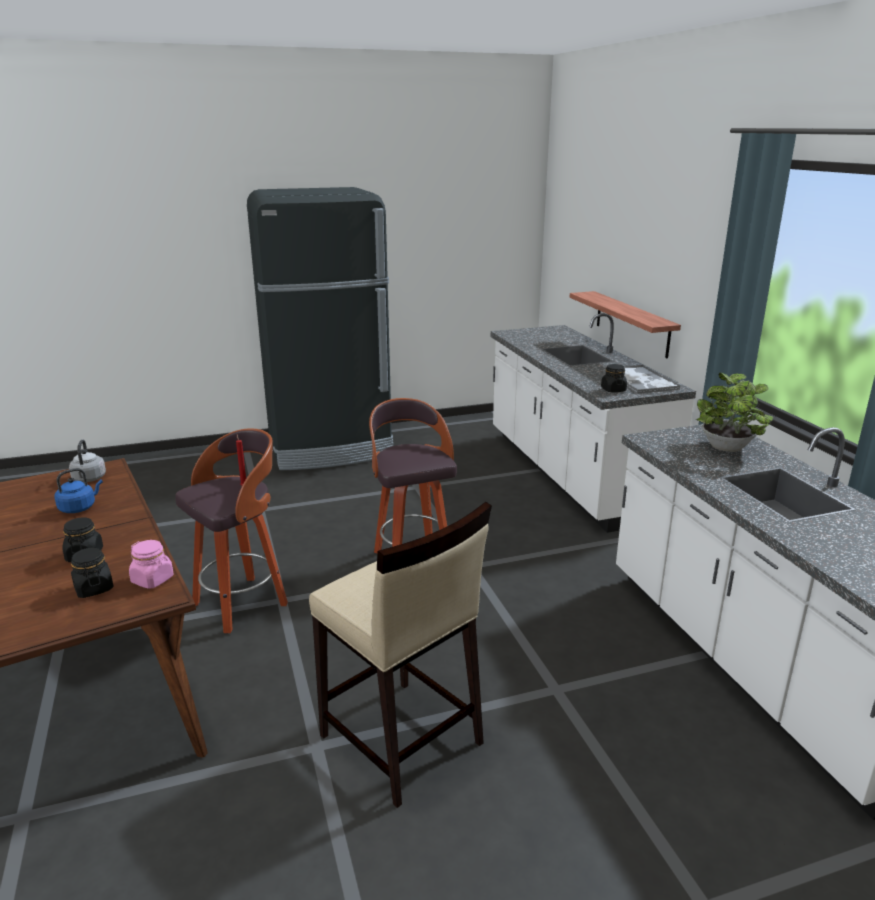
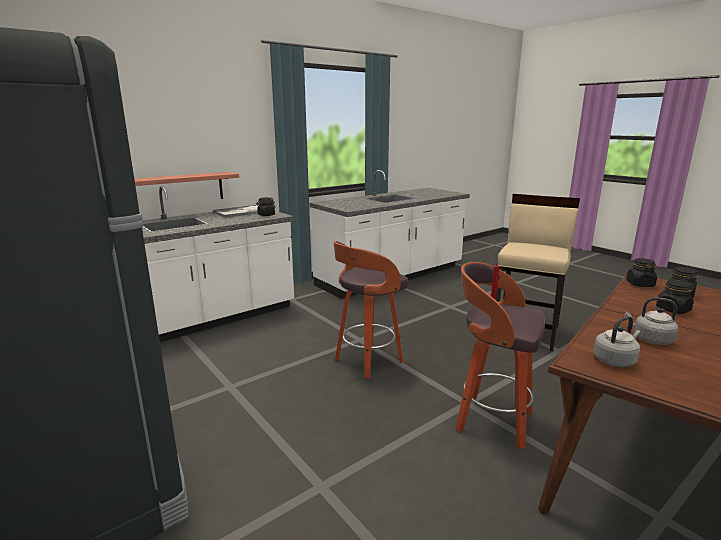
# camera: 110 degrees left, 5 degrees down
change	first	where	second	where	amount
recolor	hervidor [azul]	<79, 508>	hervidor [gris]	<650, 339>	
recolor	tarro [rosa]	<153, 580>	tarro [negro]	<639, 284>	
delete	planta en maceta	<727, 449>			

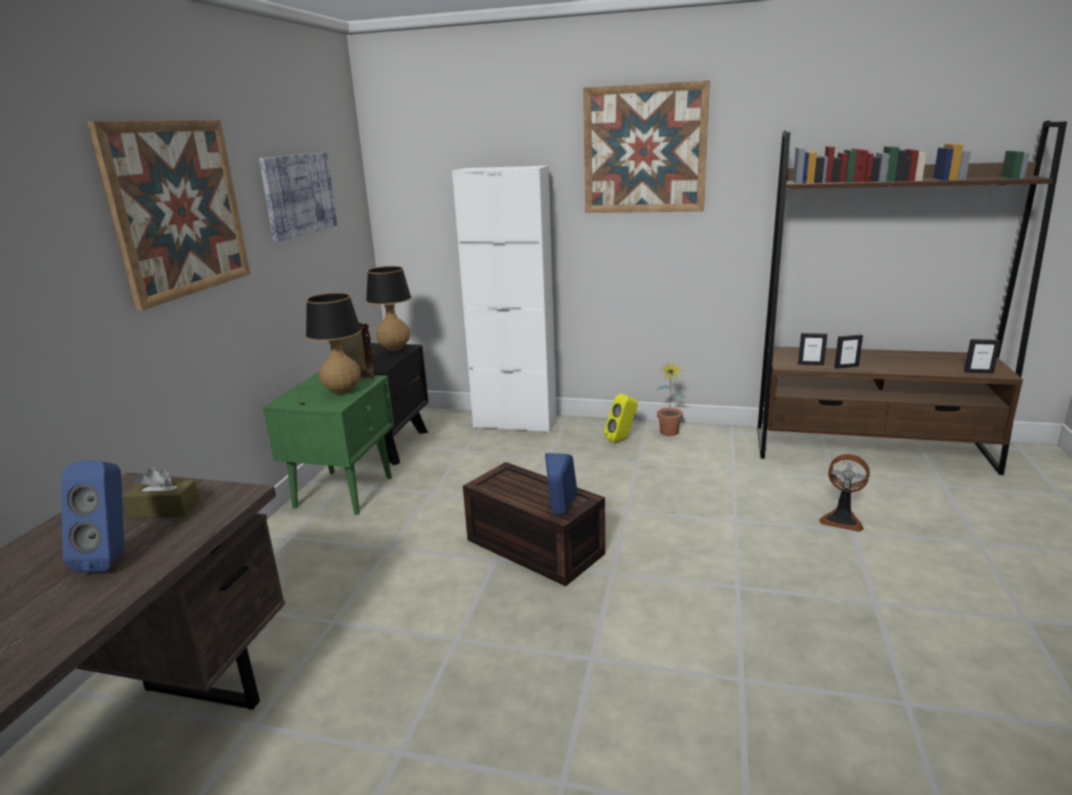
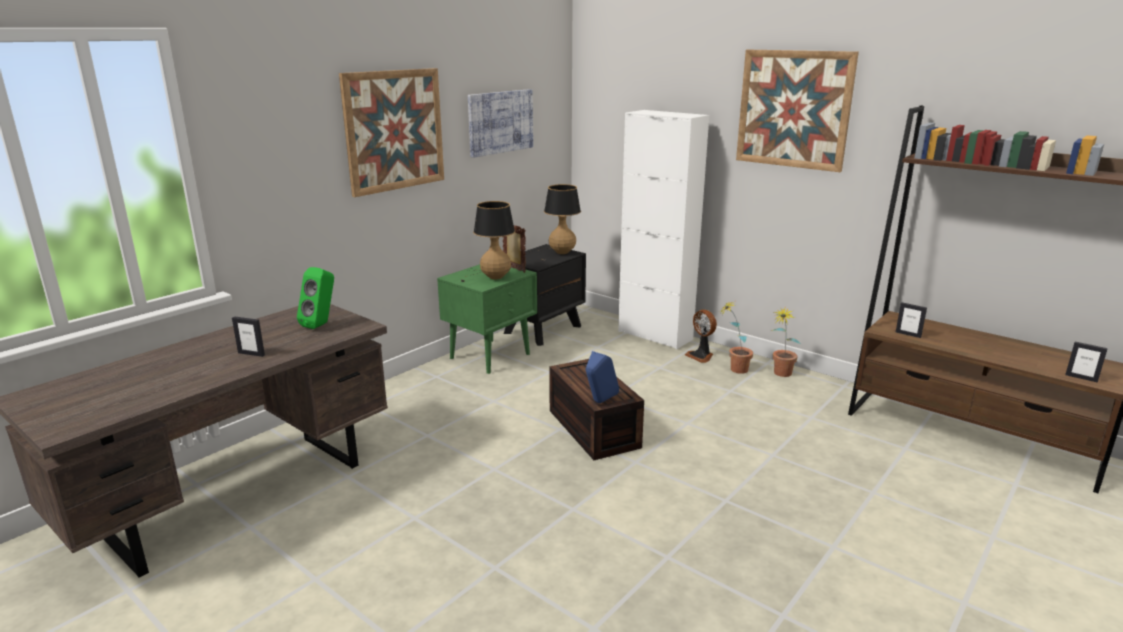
# camera: 25 degrees right, 0 degrees up
change	first	where	second	where	amount
move	portarretratos	<846, 367>		<251, 354>	
replace	caja de pañuelos [marrón]	<165, 509>	altavoz [verde]	<321, 324>	
move	ventilador	<842, 520>		<701, 356>	
replace	altavoz [amarillo]	<622, 440>	planta en maceta	<733, 369>	
delete	altavoz [azul]	<112, 557>			

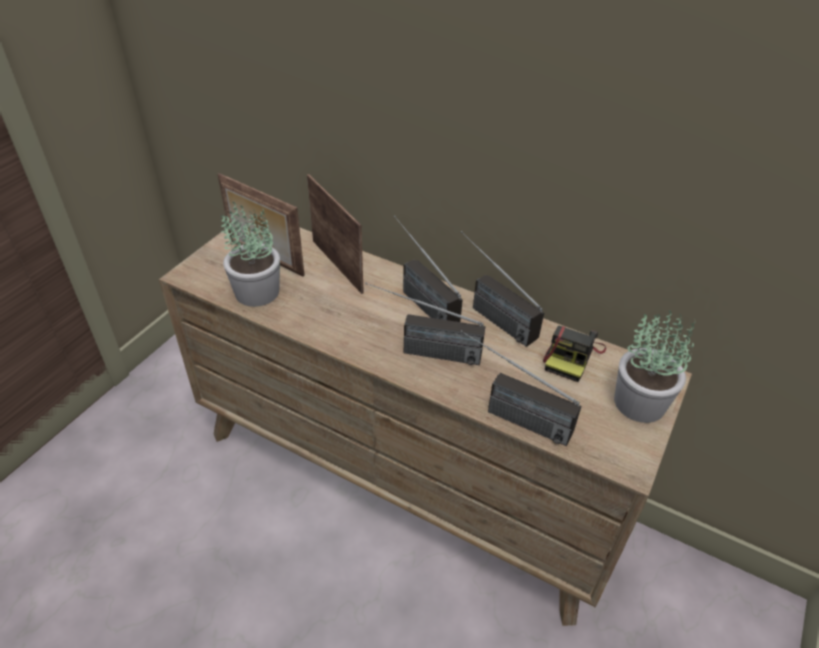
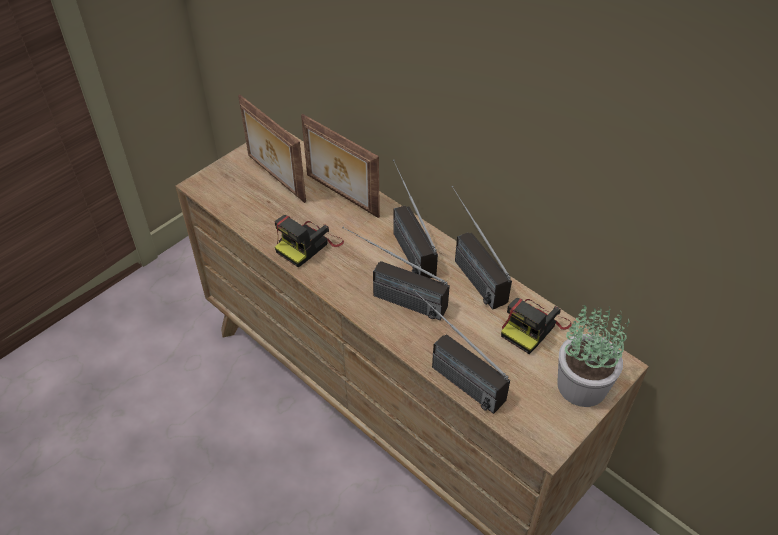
# camera: 15 degrees right, 5 degrees up
change	first	where	second	where	amount
insert			cámara	<308, 245>	
rotate	portarretratos	<338, 265>		<341, 196>	150 degrees clockwise
delete	planta en maceta	<256, 292>			

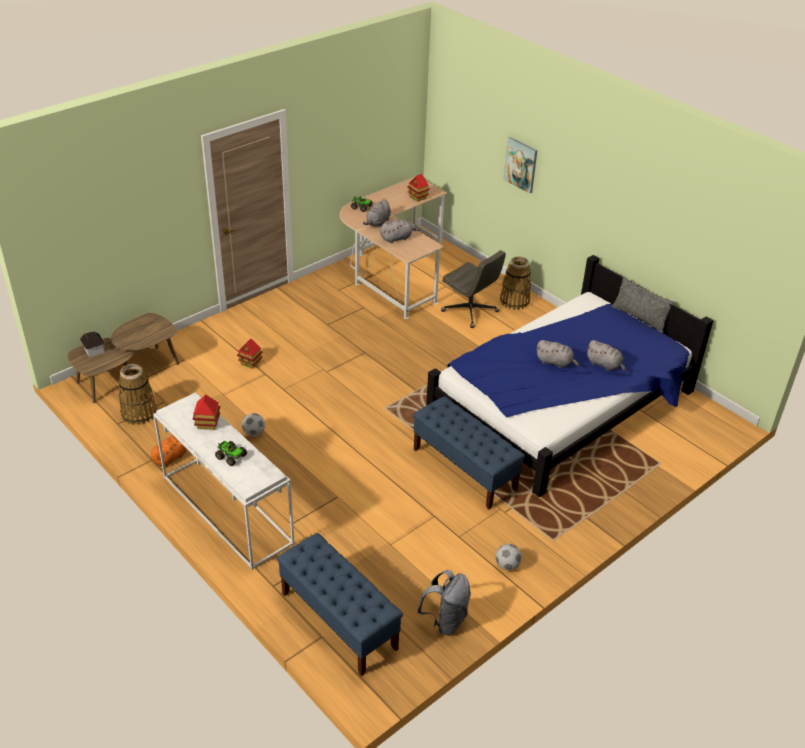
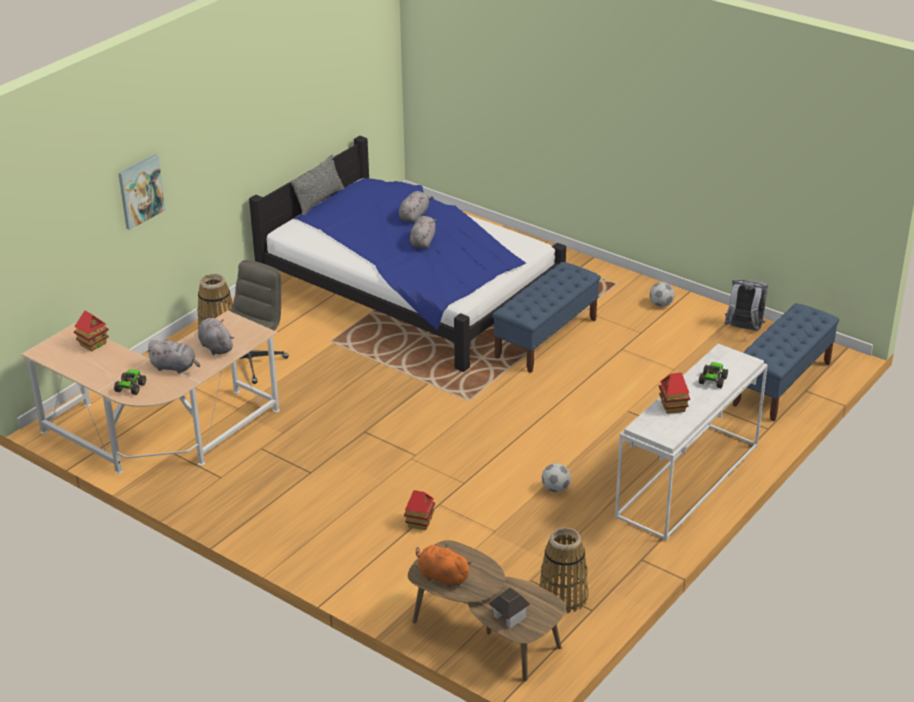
# camera: 100 degrees left, 5 degrees down
change	first	where	second	where	amount
move	peluche [naranja]	<171, 457>		<441, 576>	

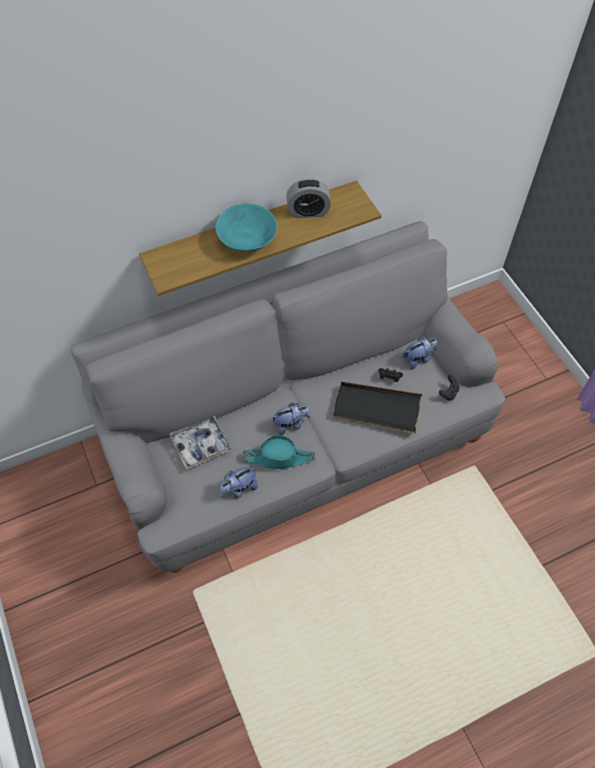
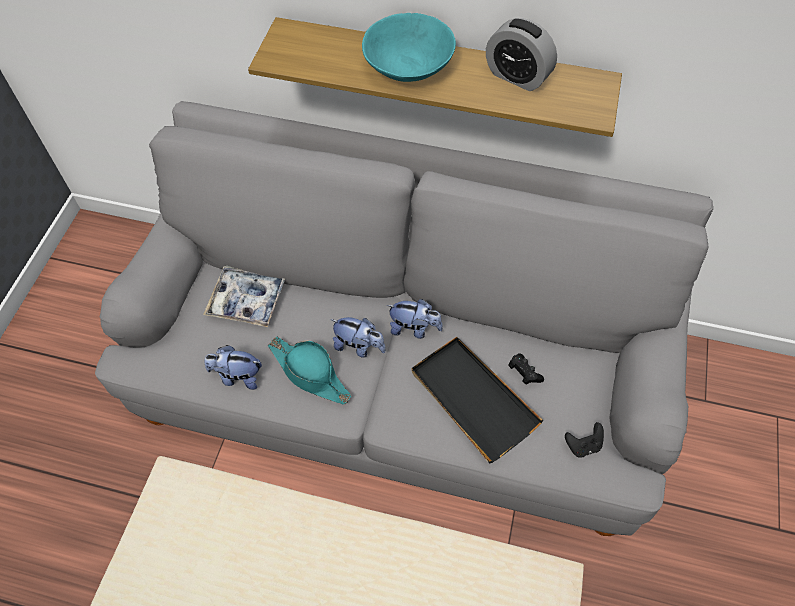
# camera: 40 degrees right, 0 degrees up
change	first	where	second	where	amount
move	peluche	<418, 359>		<414, 328>	

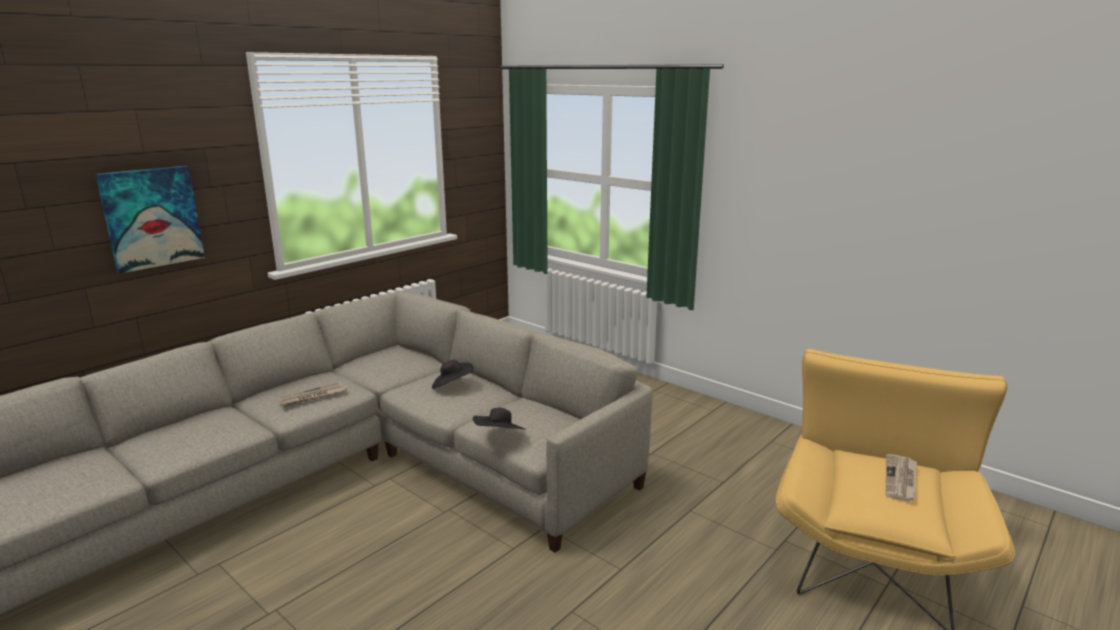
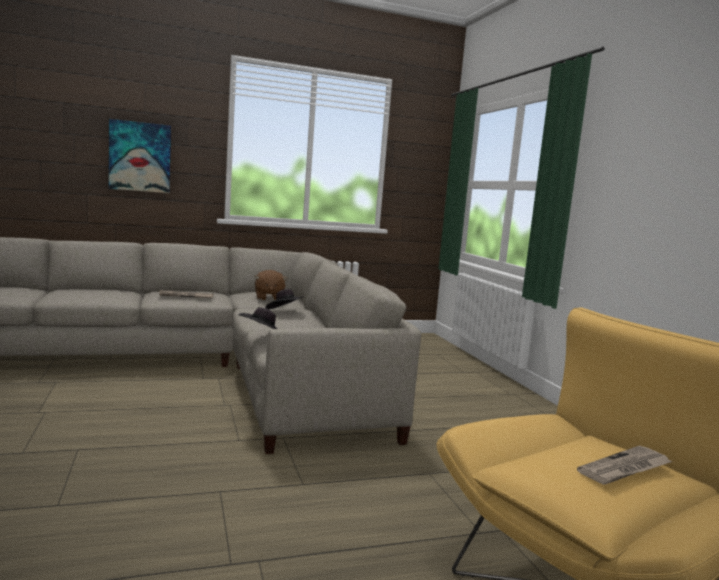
# camera: 30 degrees right, 10 degrees down
change	first	where	second	where	amount
insert			peluche [marrón]	<269, 298>	

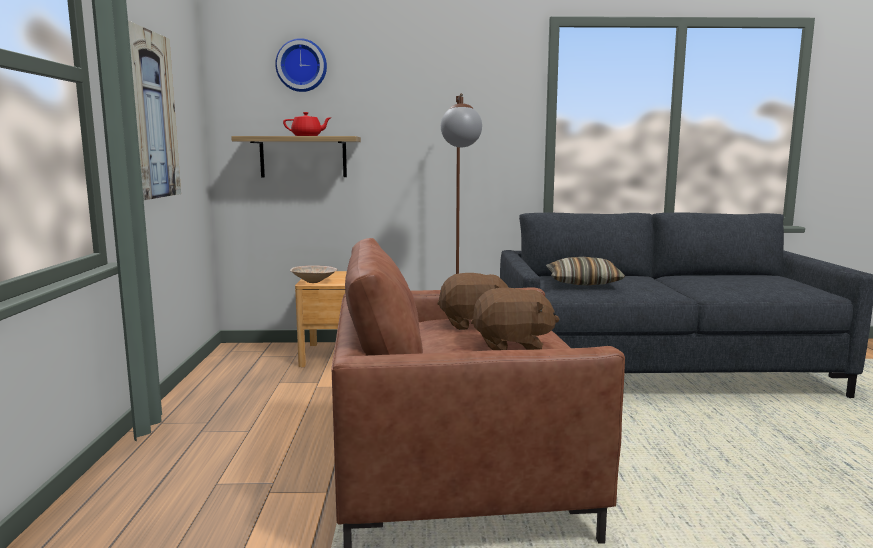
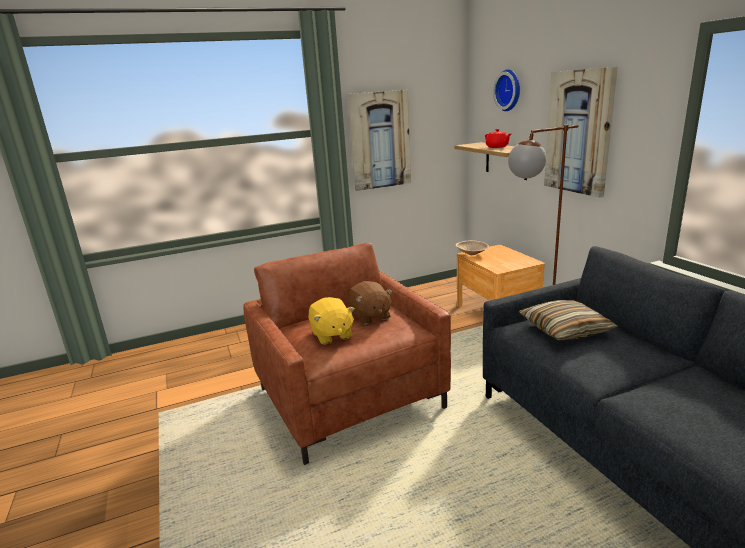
# camera: 70 degrees right, 10 degrees up
change	first	where	second	where	amount
recolor	peluche [marrón]	<512, 345>	peluche [amarillo]	<331, 335>	
insert			cuadro	<579, 132>	

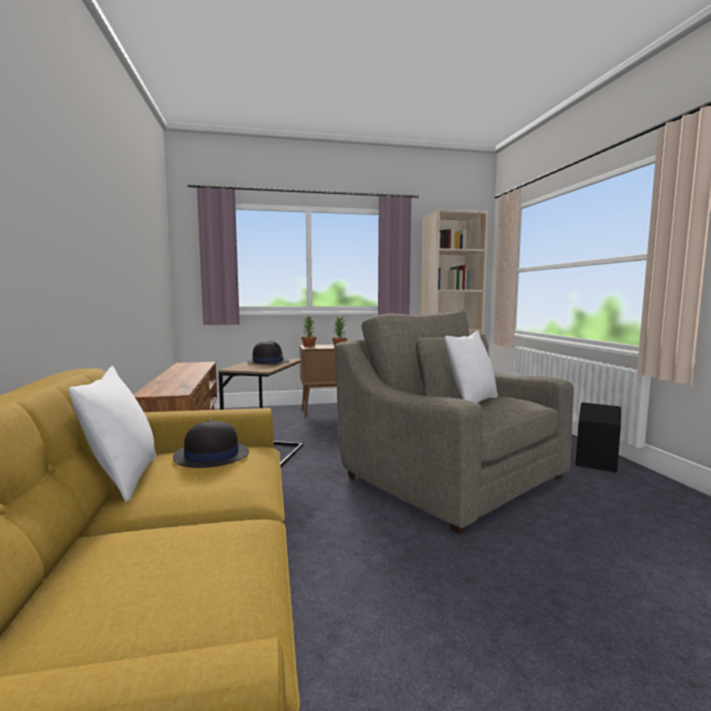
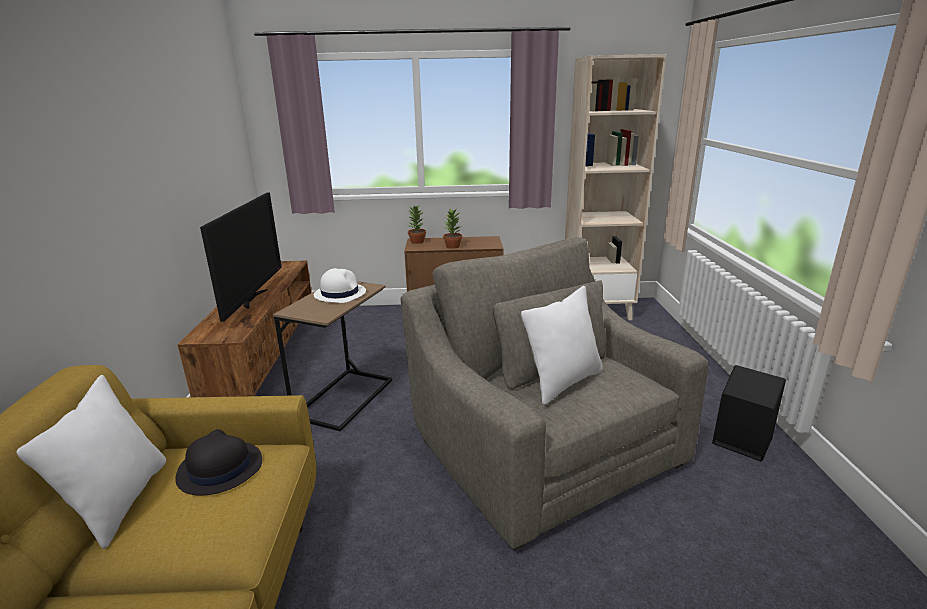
# camera: 10 degrees right, 15 degrees up
change	first	where	second	where	amount
insert			televisor	<253, 298>	
recolor	sombrero [negro]	<268, 362>	sombrero [blanco]	<340, 293>	

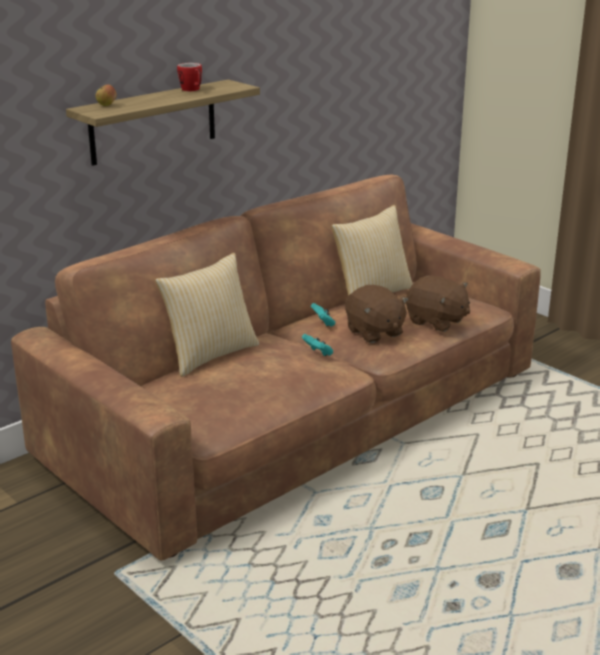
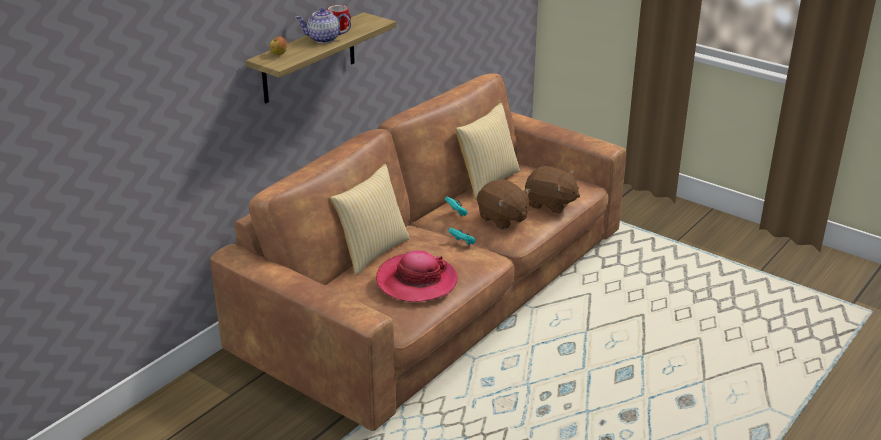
# camera: 10 degrees left, 5 degrees up
change	first	where	second	where	amount
insert			tetera	<323, 39>	
insert			sombrero	<416, 281>	

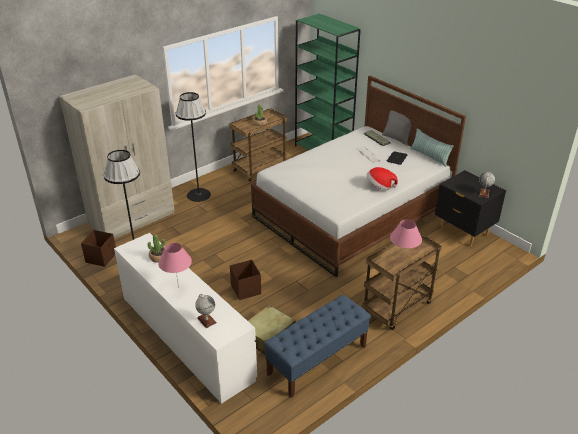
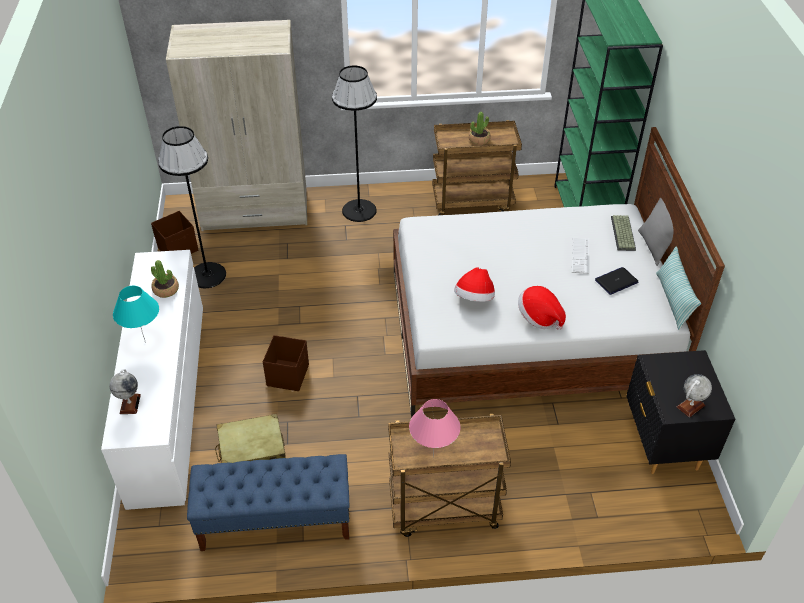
# camera: 35 degrees right, 10 degrees up
change	first	where	second	where	amount
recolor	lámpara de mesa [rosa]	<178, 287>	lámpara de mesa [turquesa]	<145, 342>	
insert			sombrero	<474, 298>	

